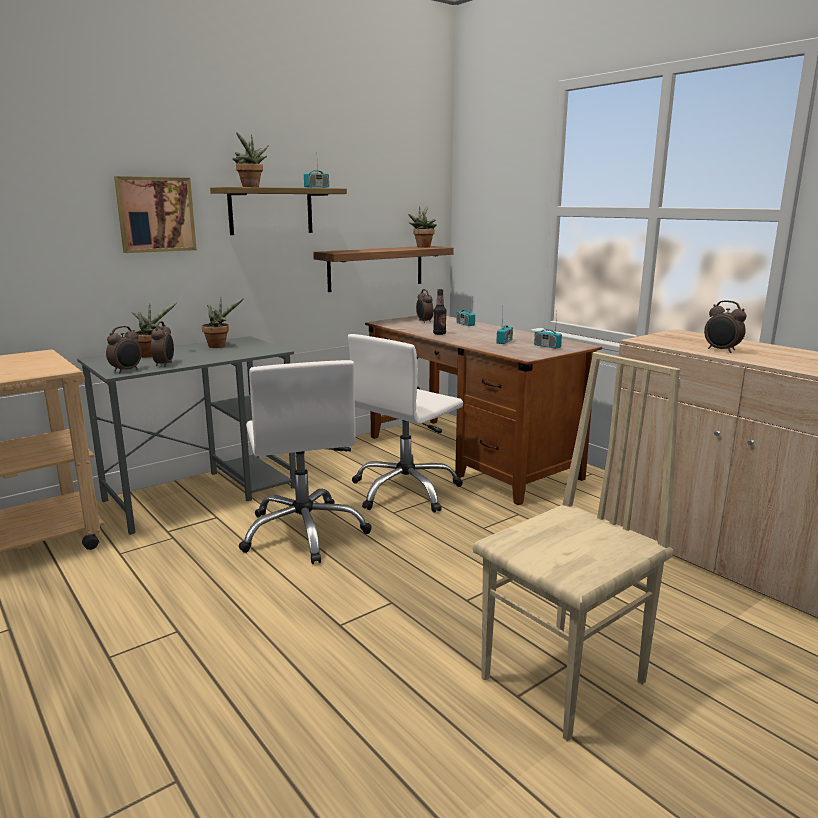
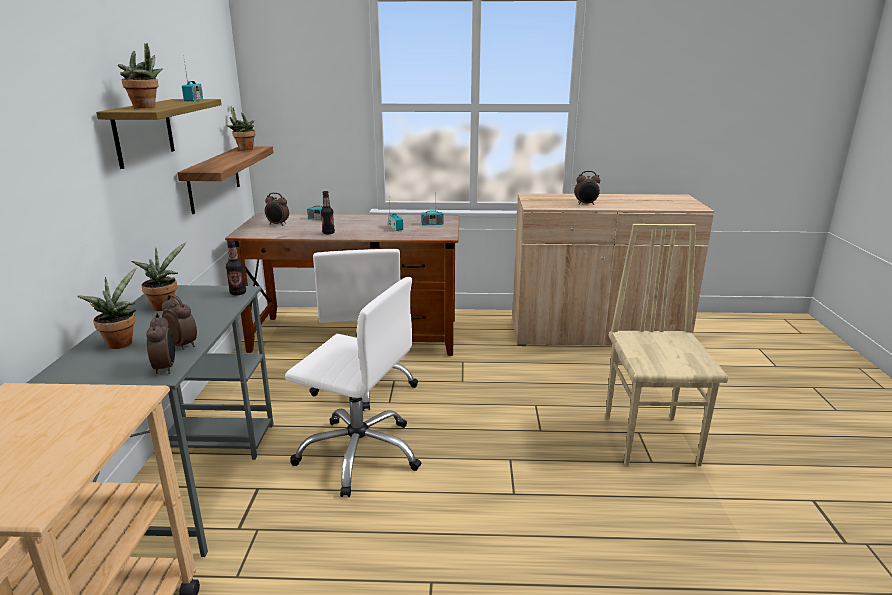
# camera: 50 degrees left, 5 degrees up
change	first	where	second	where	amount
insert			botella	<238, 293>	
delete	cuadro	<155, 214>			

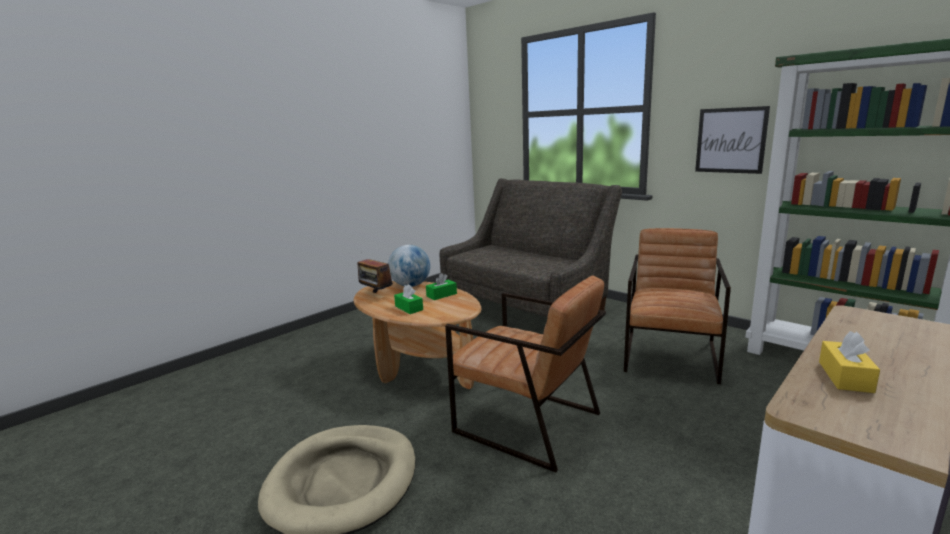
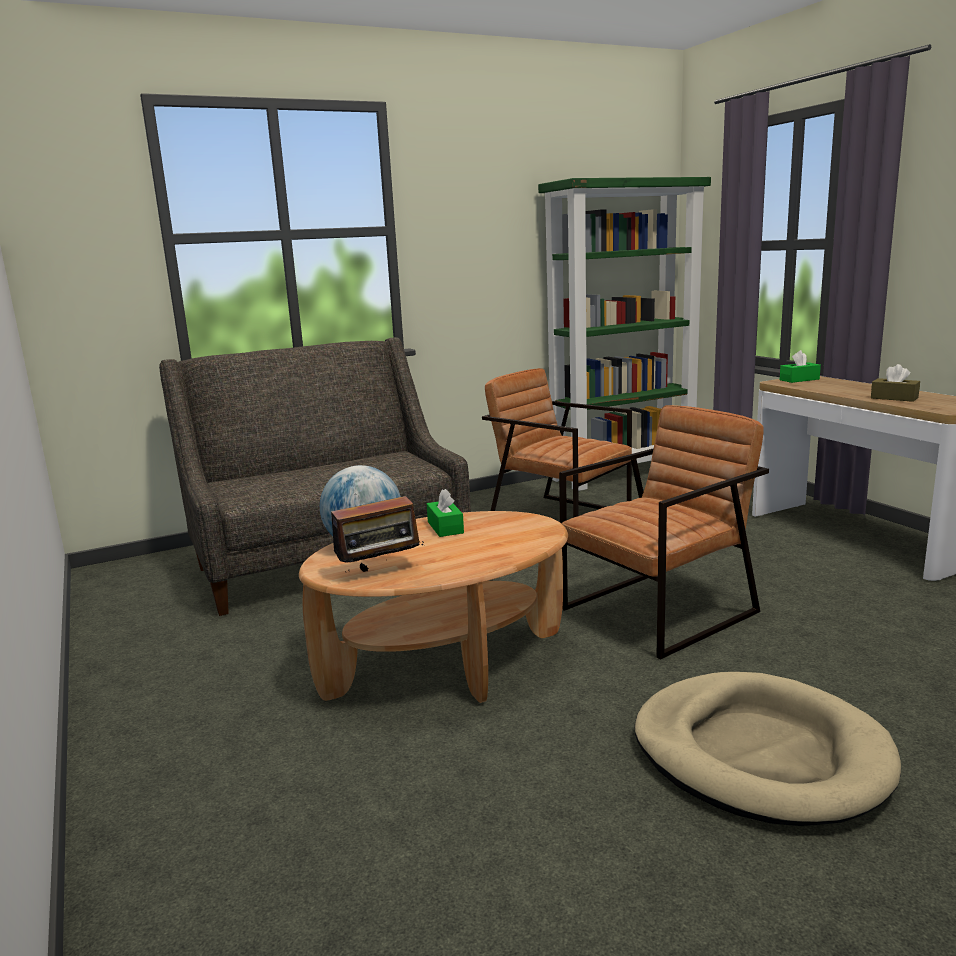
# camera: 70 degrees left, 0 degrees up
change	first	where	second	where	amount
move	caja de pañuelos [verde]	<409, 308>		<799, 379>	
recolor	caja de pañuelos [amarillo]	<845, 377>	caja de pañuelos [marrón]	<894, 398>	
delete	cuadro	<730, 140>			

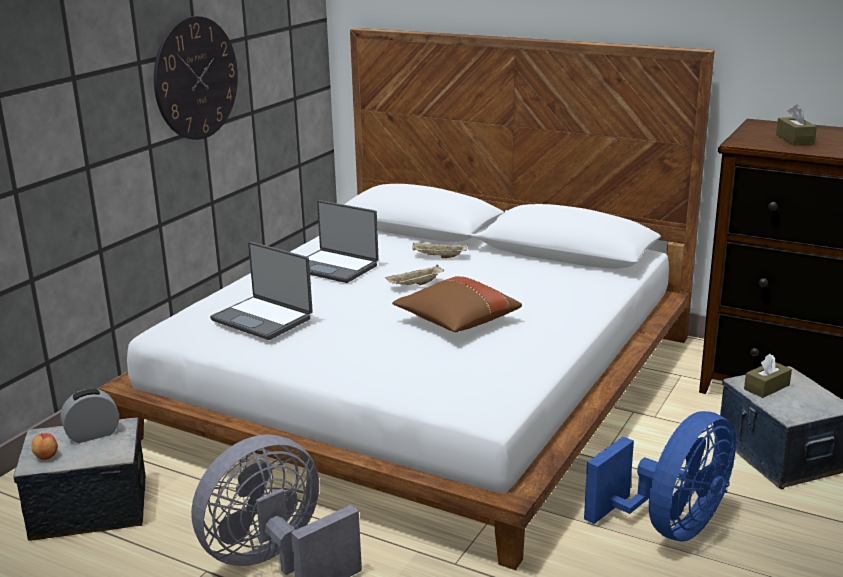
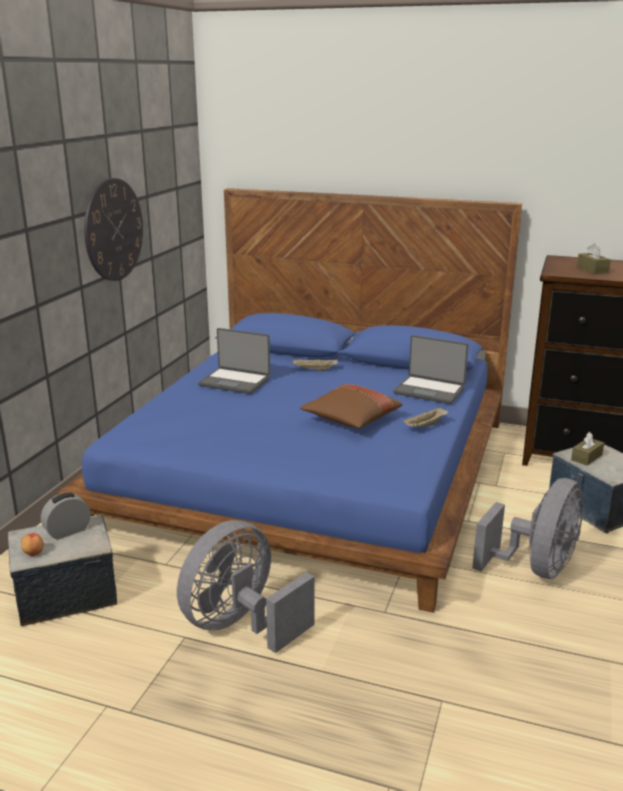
# camera: 10 degrees left, 0 degrees up
change	first	where	second	where	amount
recolor	cama [blanco]	<423, 386>	cama [azul]	<311, 473>	
move	portátil	<263, 319>		<429, 390>	
move	bandeja [beis]	<415, 285>		<425, 426>	
recolor	ventilador [azul]	<669, 526>	ventilador [gris]	<536, 568>	

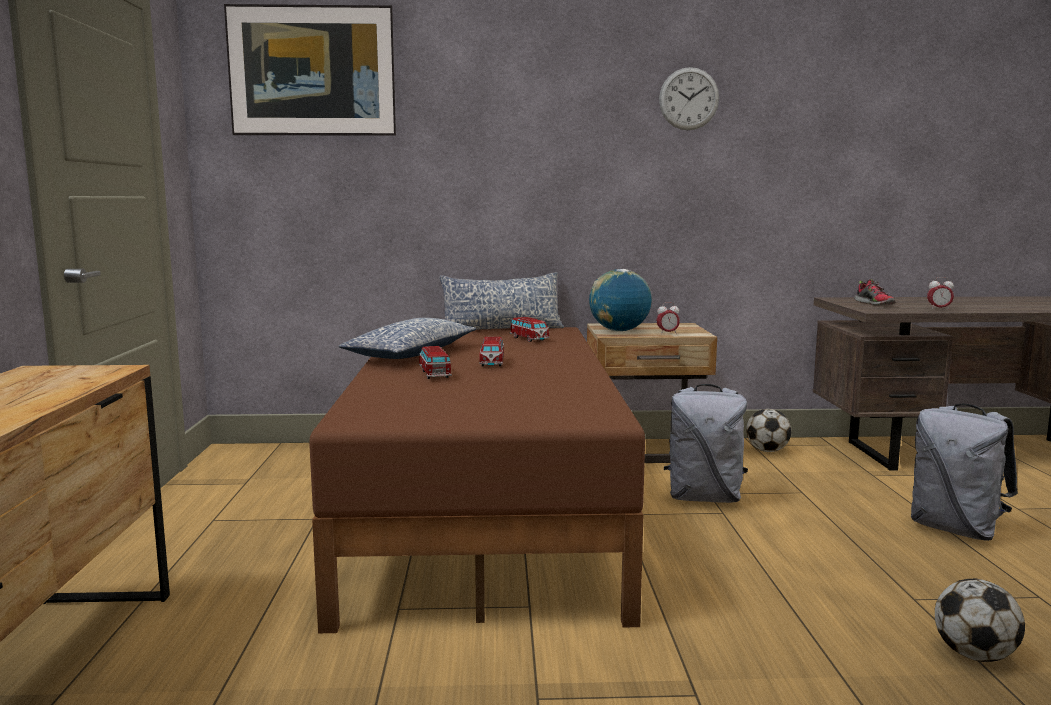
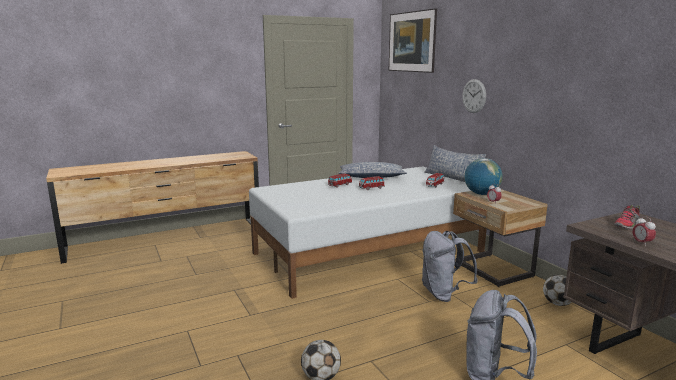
# camera: 65 degrees right, 5 degrees up
change	first	where	second	where	amount
recolor	cama [marrón]	<486, 509>	cama [blanco]	<369, 252>	
move	reloj de pared	<689, 99>		<474, 96>	

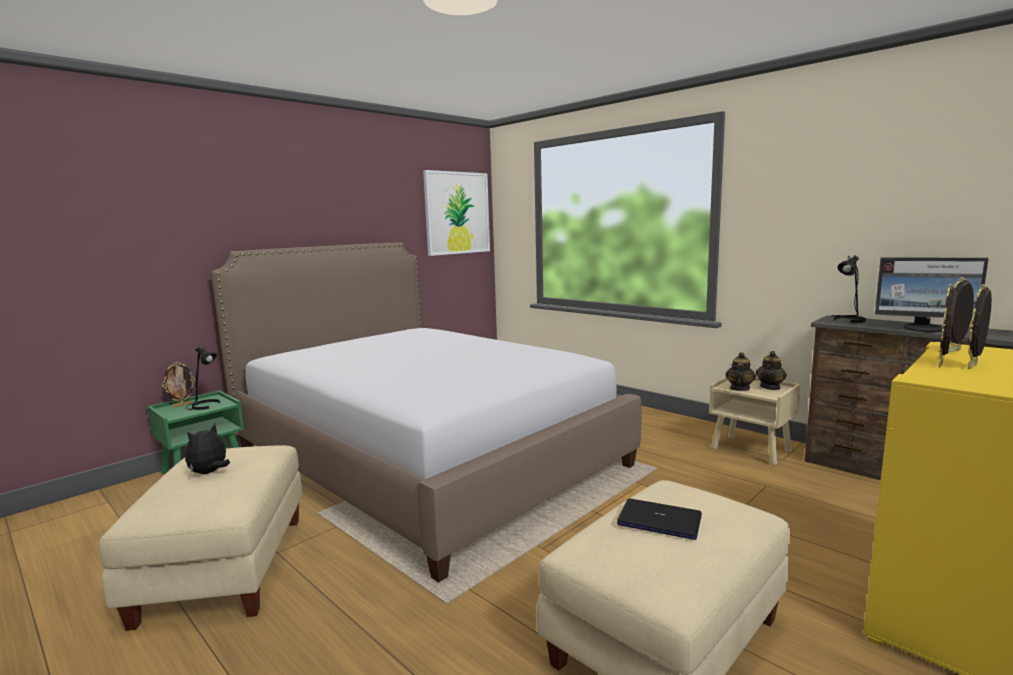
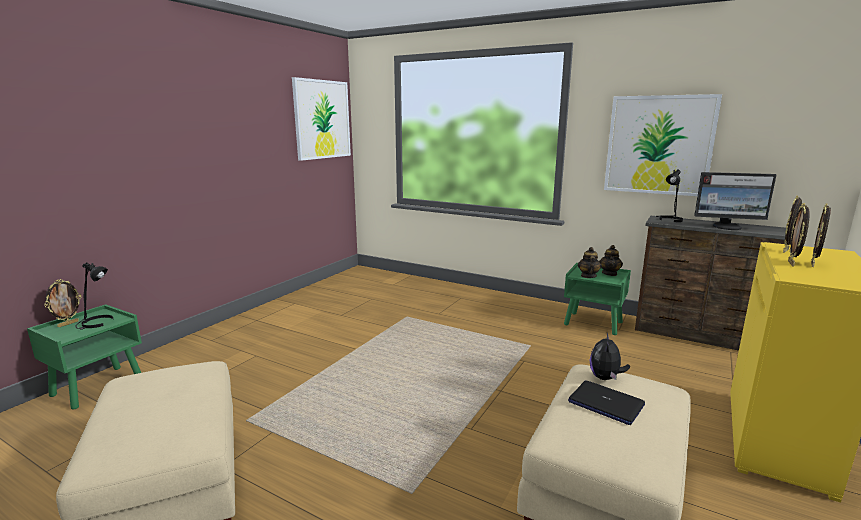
# camera: 15 degrees left, 5 degrees up
change	first	where	second	where	amount
recolor	mesita de noche [beis]	<751, 450>	mesita de noche [verde]	<594, 323>	
rotate	portátil	<660, 520>		<605, 403>	150 degrees counterclockwise
move	peluche	<209, 473>		<605, 378>	
insert			cuadro	<659, 145>	
delete	cama	<425, 457>			

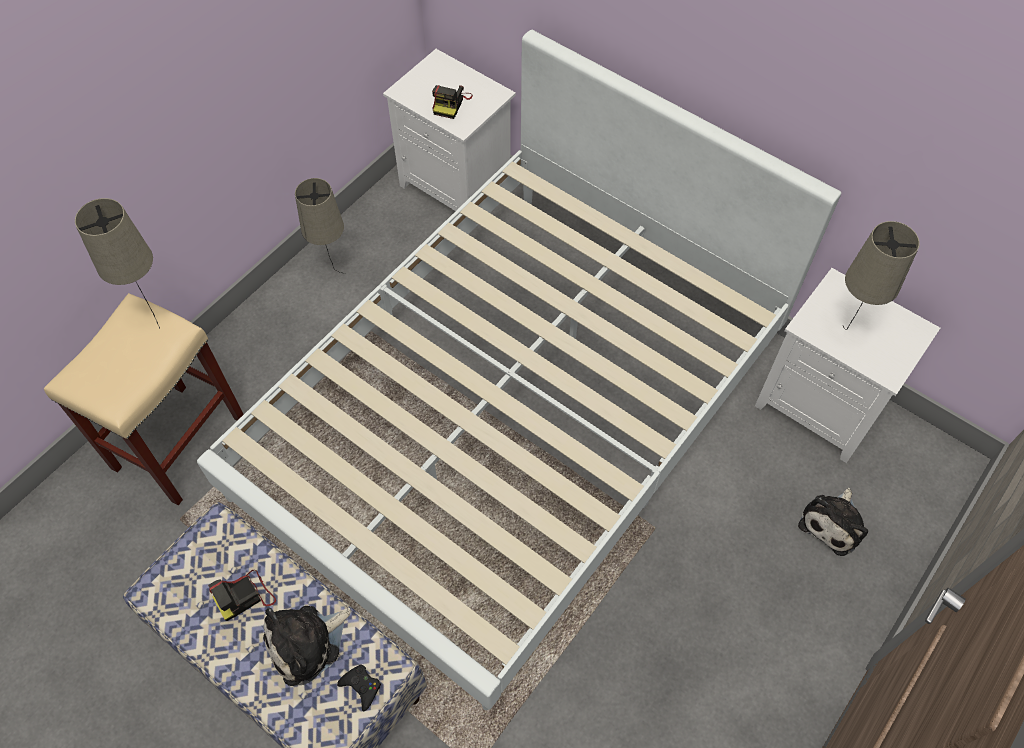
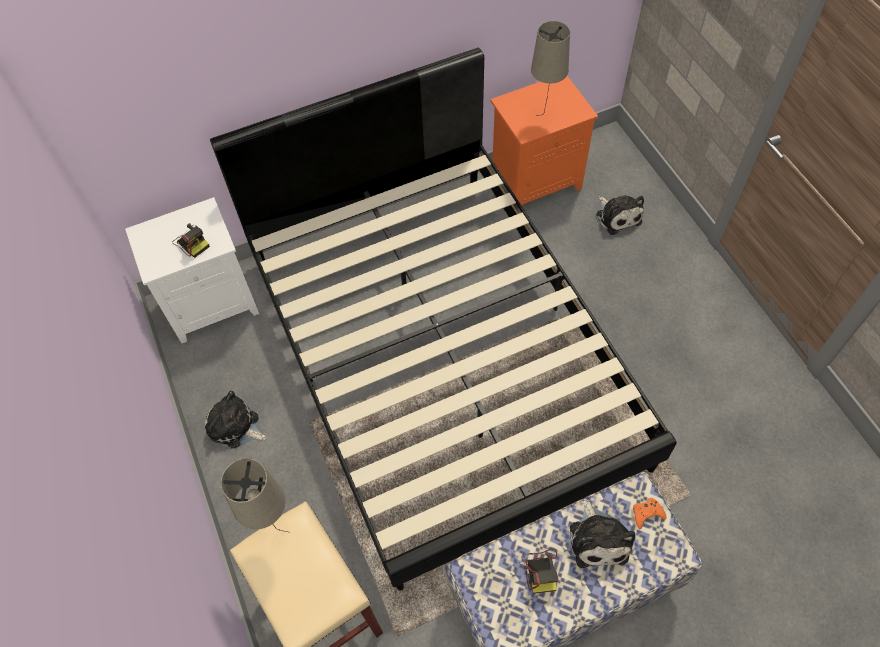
# camera: 60 degrees left, 0 degrees up
change	first	where	second	where	amount
replace	lámpara de mesa [beis]	<334, 274>	peluche	<235, 427>	
recolor	cama [blanco]	<513, 416>	cama [negro]	<442, 356>	
recolor	mesita de noche [blanco]	<822, 406>	mesita de noche [naranja]	<536, 180>	
recolor	mando de consola [negro]	<361, 687>	mando de consola [naranja]	<647, 513>	

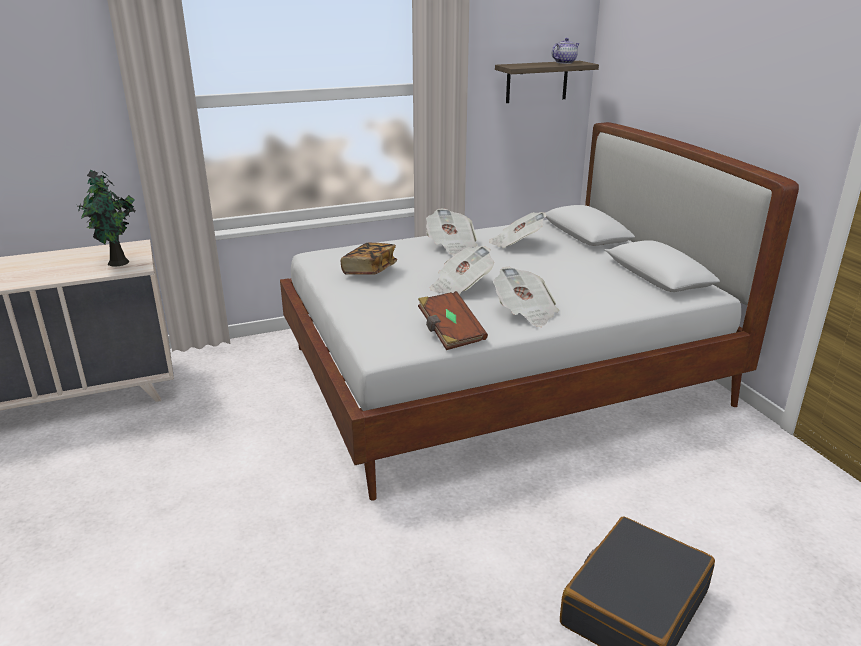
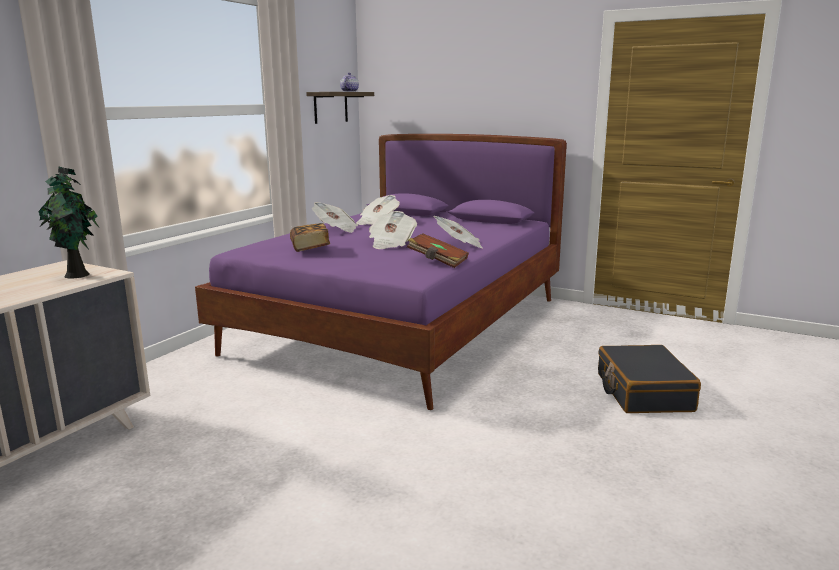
# camera: 40 degrees left, 10 degrees down
change	first	where	second	where	amount
recolor	cama [blanco]	<501, 377>	cama [morado]	<403, 326>	

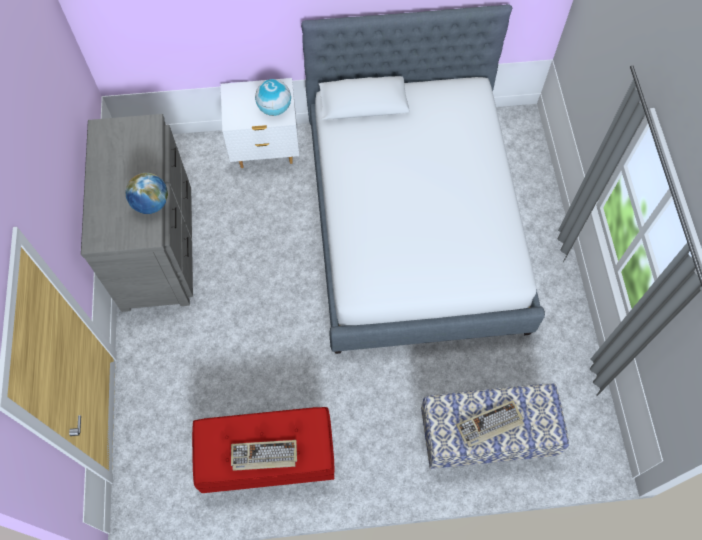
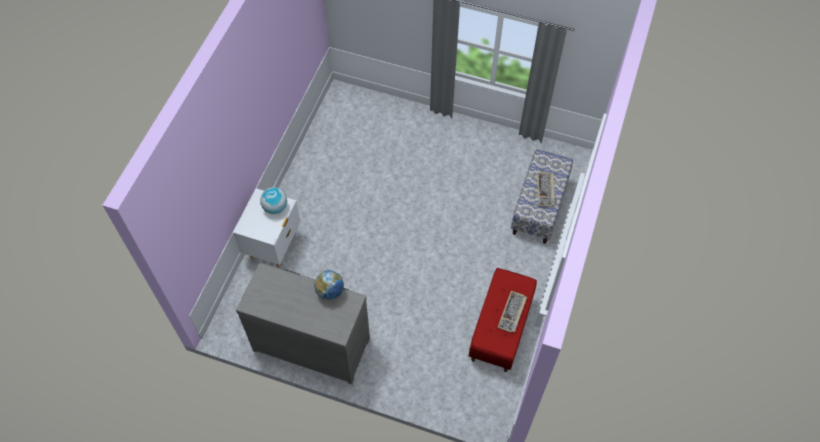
# camera: 65 degrees left, 5 degrees down
change	first	where	second	where	amount
delete	cama	<414, 224>			

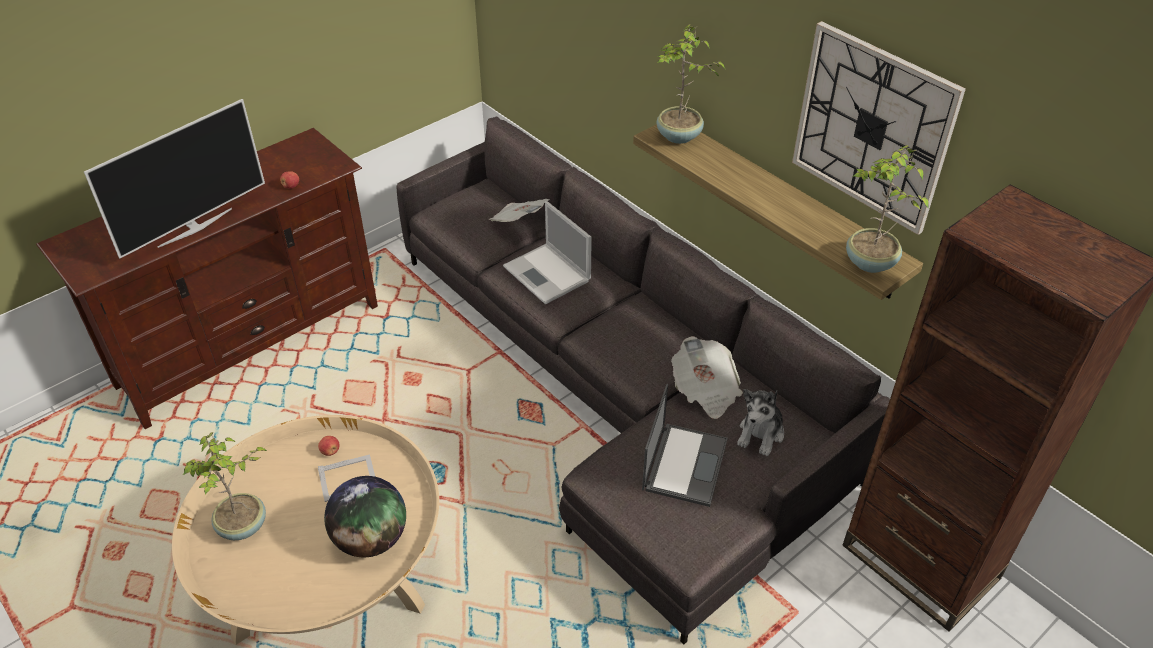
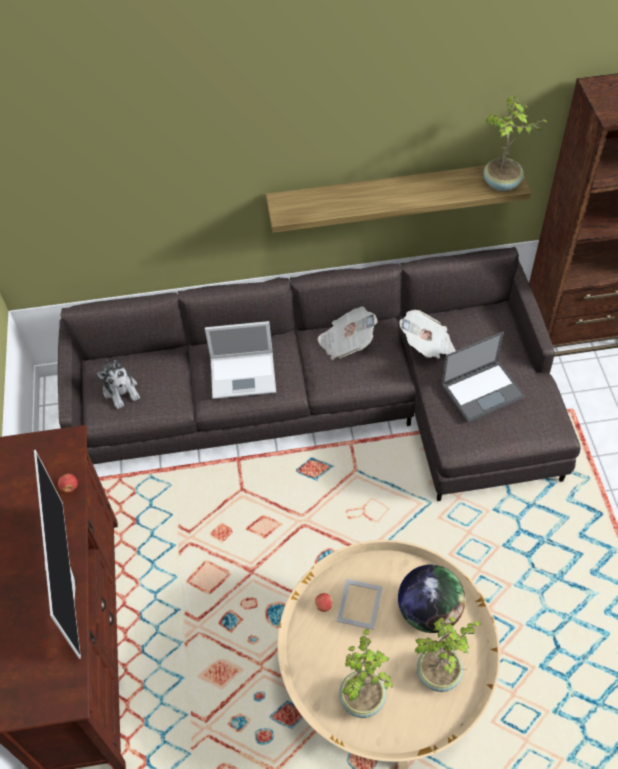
# camera: 55 degrees left, 10 degrees up
change	first	where	second	where	amount
move	peluche	<761, 434>		<121, 390>	
move	periódico	<519, 222>		<346, 342>	
move	planta en maceta	<678, 137>		<439, 674>	
rotate	portátil	<685, 463>		<483, 390>	105 degrees clockwise
delete	reloj de pared	<872, 127>			

